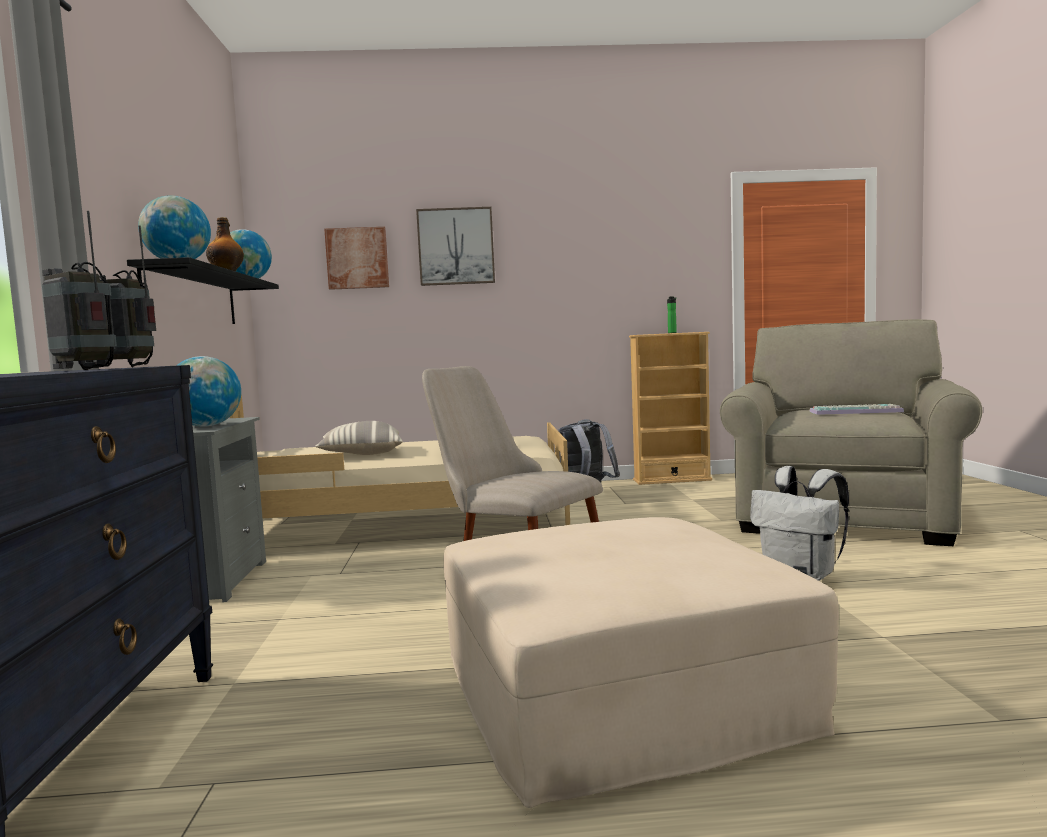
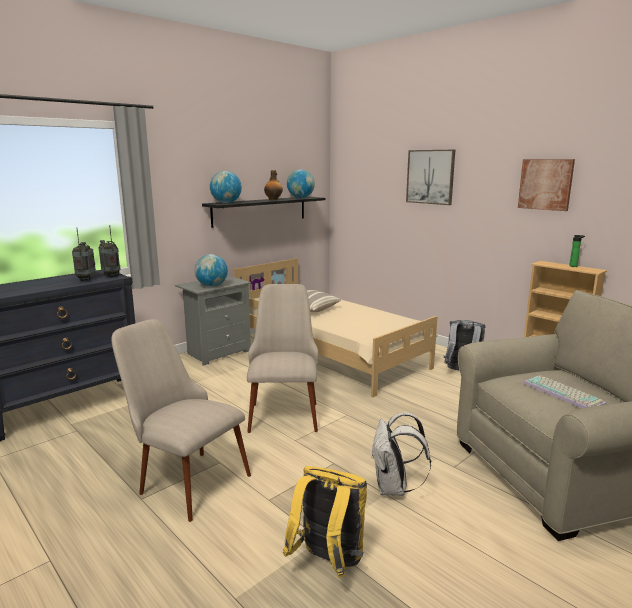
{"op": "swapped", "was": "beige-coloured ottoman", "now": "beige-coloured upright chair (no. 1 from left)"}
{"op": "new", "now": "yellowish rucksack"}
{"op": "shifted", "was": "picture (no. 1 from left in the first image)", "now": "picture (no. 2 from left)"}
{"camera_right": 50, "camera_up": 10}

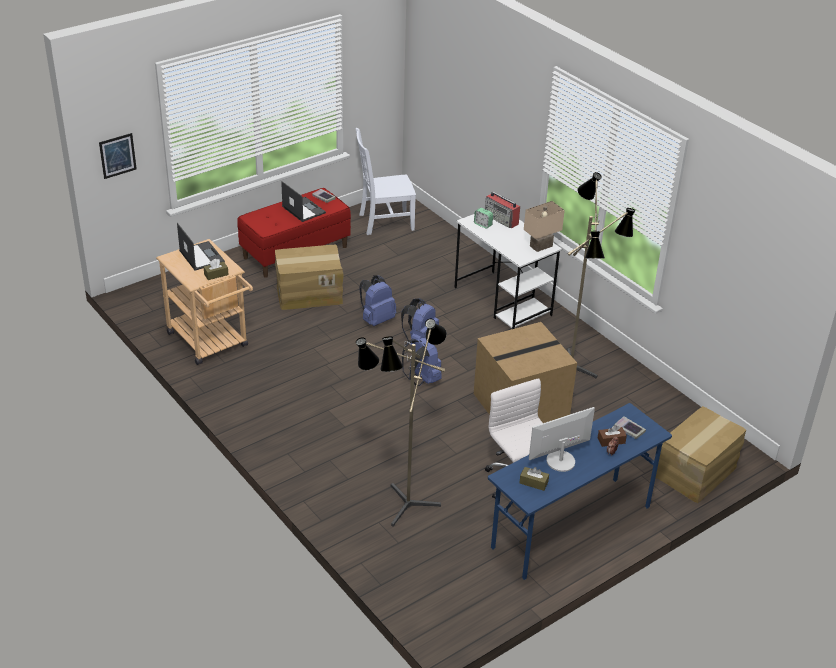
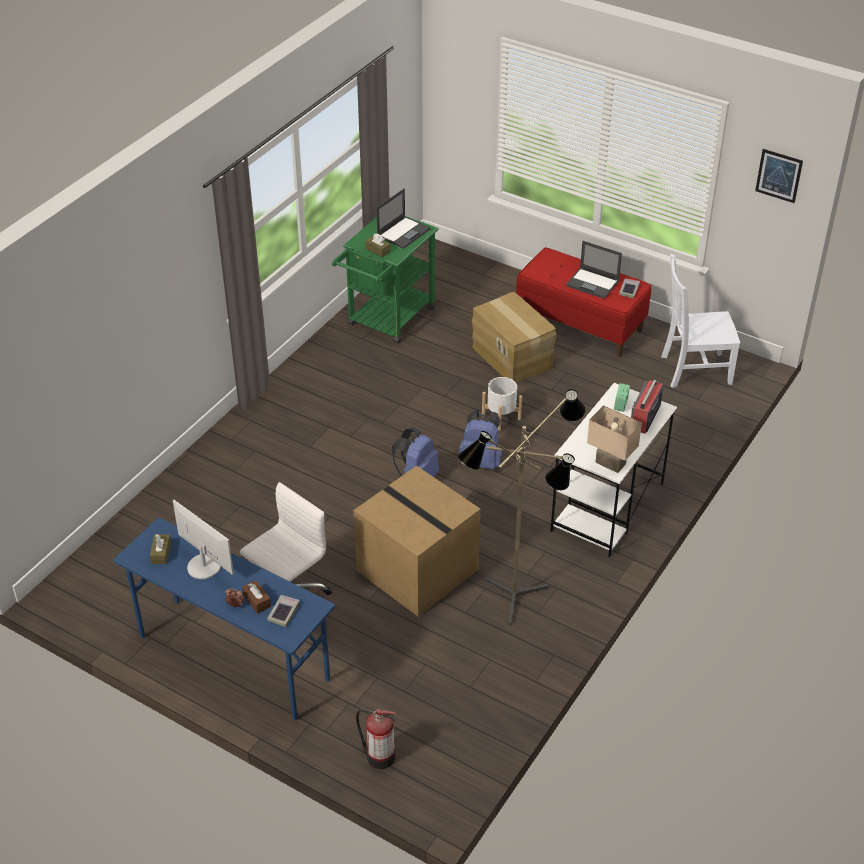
{"op": "repainted", "was": "beige-coloured wheeled cart", "now": "green wheeled cart"}
{"op": "swapped", "was": "cardboard box (no. 3 from left)", "now": "fire extinguisher"}
{"op": "swapped", "was": "bluish rucksack (no. 1 from left)", "now": "whitish flower pot"}
{"op": "rotated", "was": "portable computer (no. 2 from left)", "clockwise": 90}
{"op": "rotated", "was": "whitish upright chair", "clockwise": -60}
{"op": "shifted", "was": "picture"}
{"op": "gone", "was": "standard lamp (no. 1 from left)"}
{"camera_right": 70, "camera_up": 5}

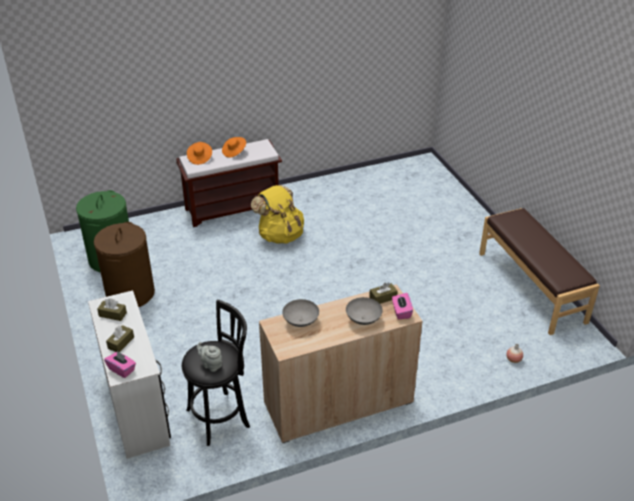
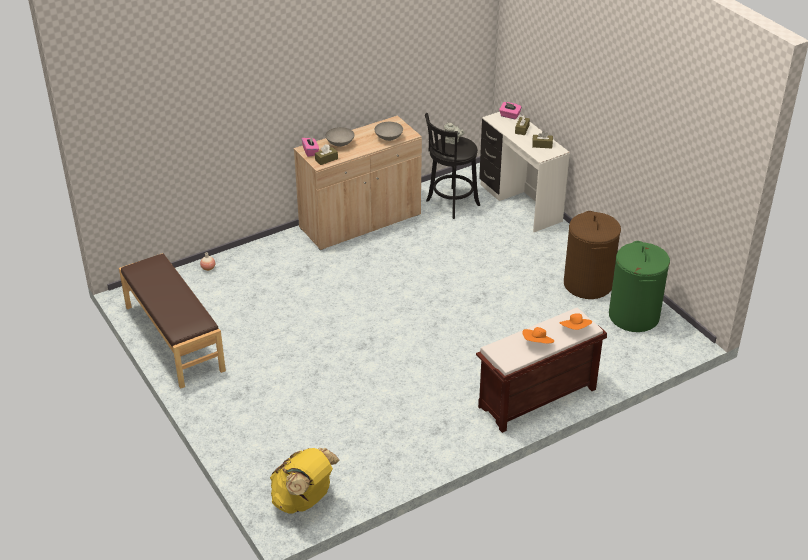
{"op": "shifted", "was": "yellowish rucksack"}
{"camera_right": 170, "camera_up": 0}

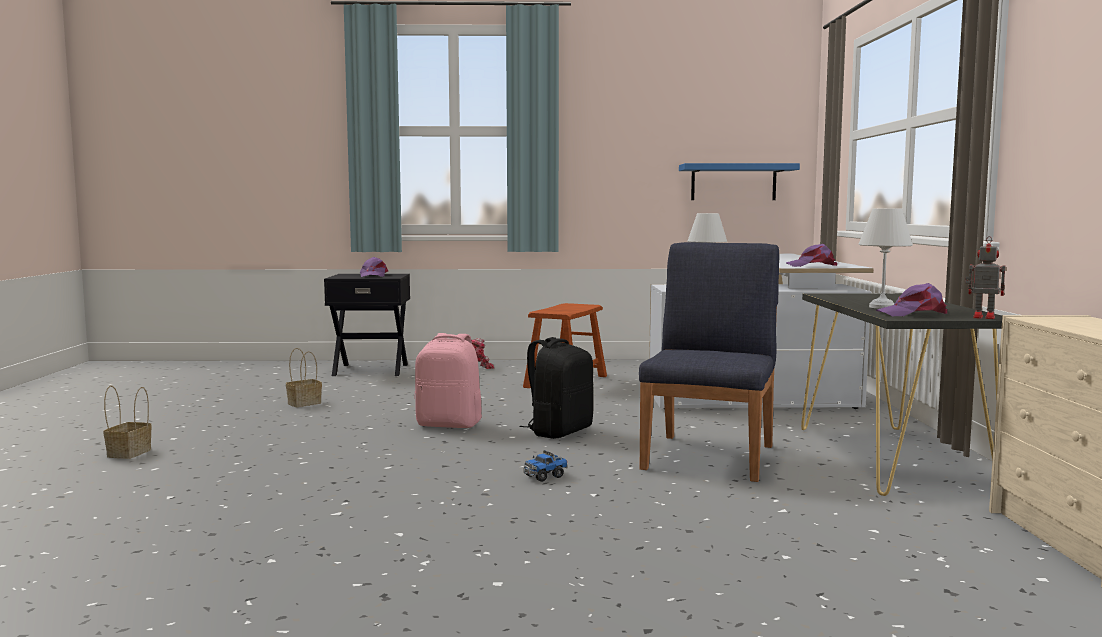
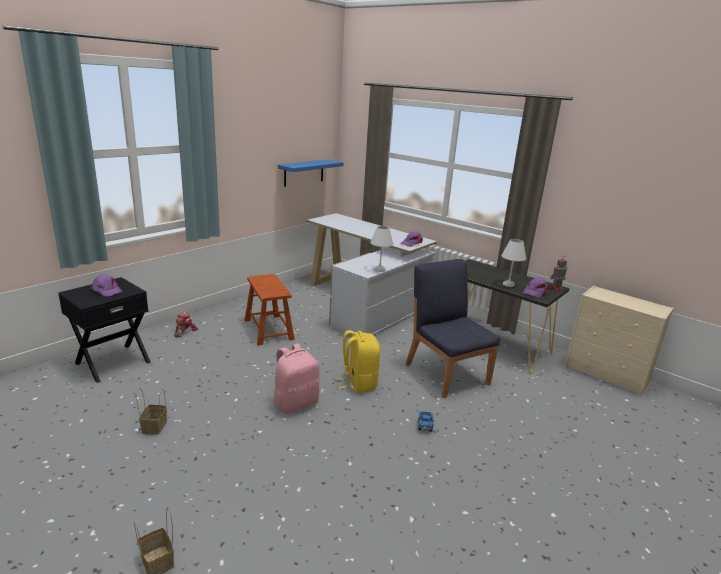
{"op": "repainted", "was": "black rucksack", "now": "yellowish rucksack"}
{"camera_right": -50, "camera_up": 15}

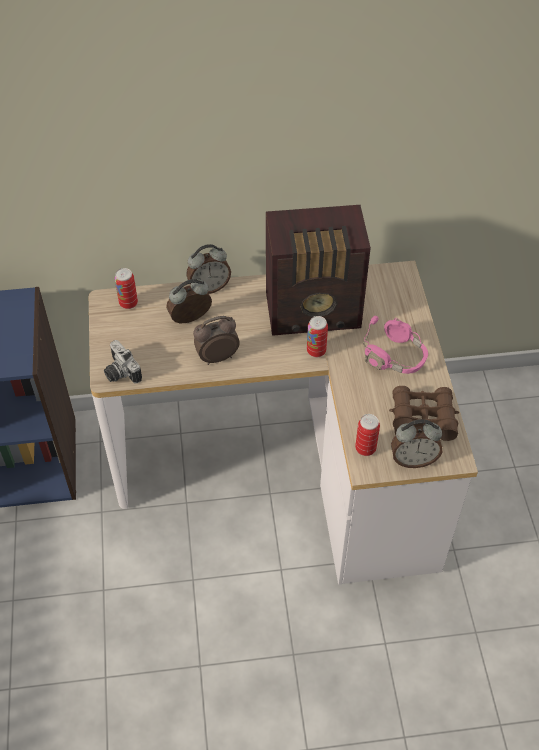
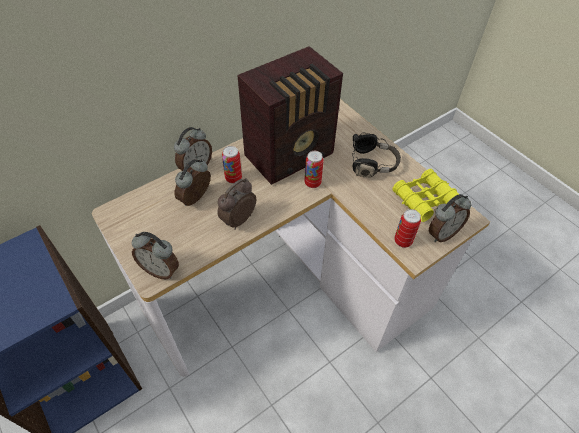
{"op": "swapped", "was": "photo camera", "now": "alarm clock (no. 1 from left)"}
{"op": "shifted", "was": "sealed can (no. 1 from left)"}
{"op": "repainted", "was": "pinkish headset", "now": "black headset"}
{"op": "repainted", "was": "brown binoculars", "now": "yellowish binoculars"}
{"camera_right": -30, "camera_up": 0}

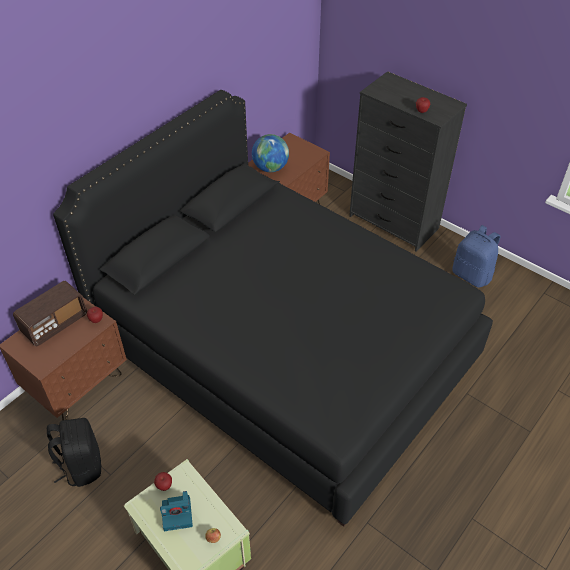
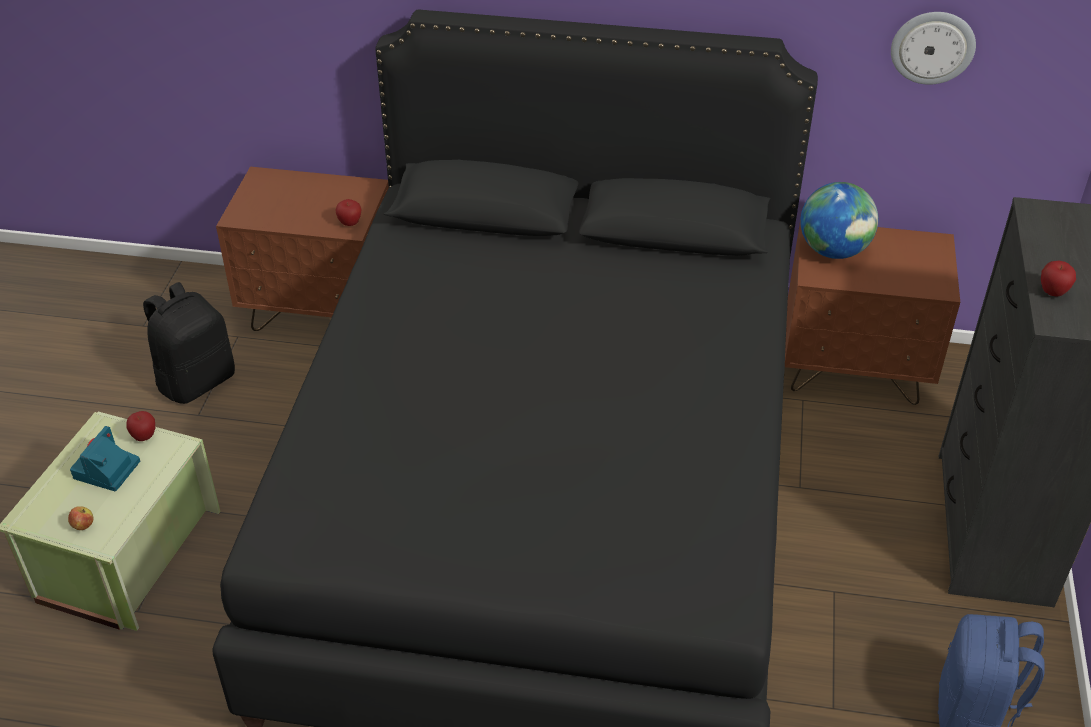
{"op": "rotated", "was": "photo camera", "clockwise": 60}
{"op": "new", "now": "wall clock"}
{"op": "gone", "was": "radio"}
{"camera_right": 60, "camera_up": -5}

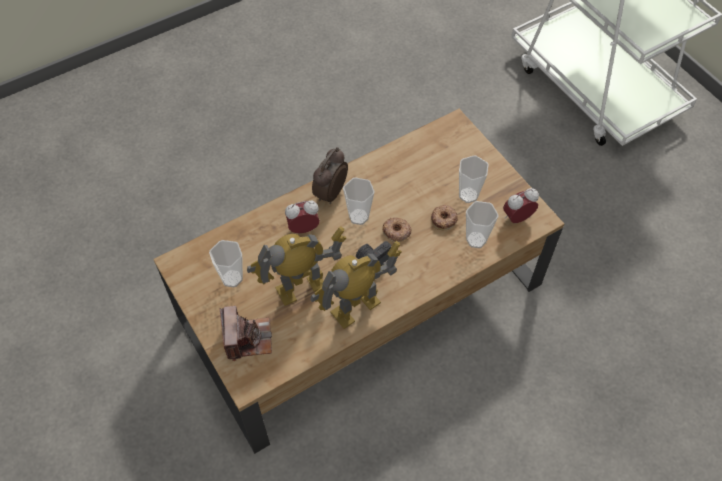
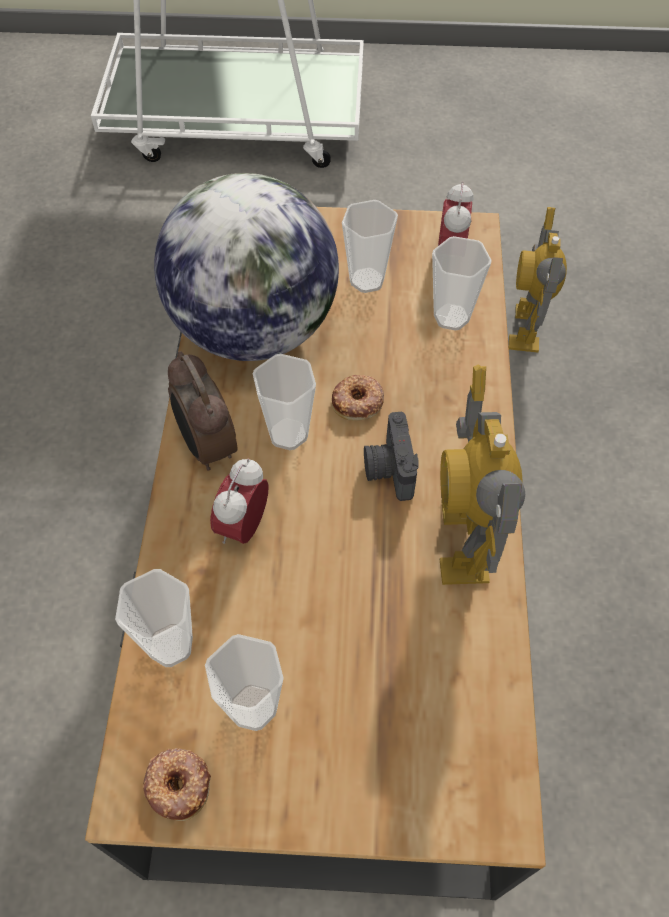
{"op": "new", "now": "small cup (no. 1 from left)"}
{"op": "shifted", "was": "doughnut (no. 2 from left in the first image)", "now": "doughnut (no. 1 from left)"}
{"op": "new", "now": "globe"}
{"op": "shifted", "was": "toy robot (no. 1 from left in the first image)", "now": "toy robot (no. 2 from left)"}
{"op": "gone", "was": "photo camera (no. 1 from left)"}
{"camera_right": -55, "camera_up": 0}

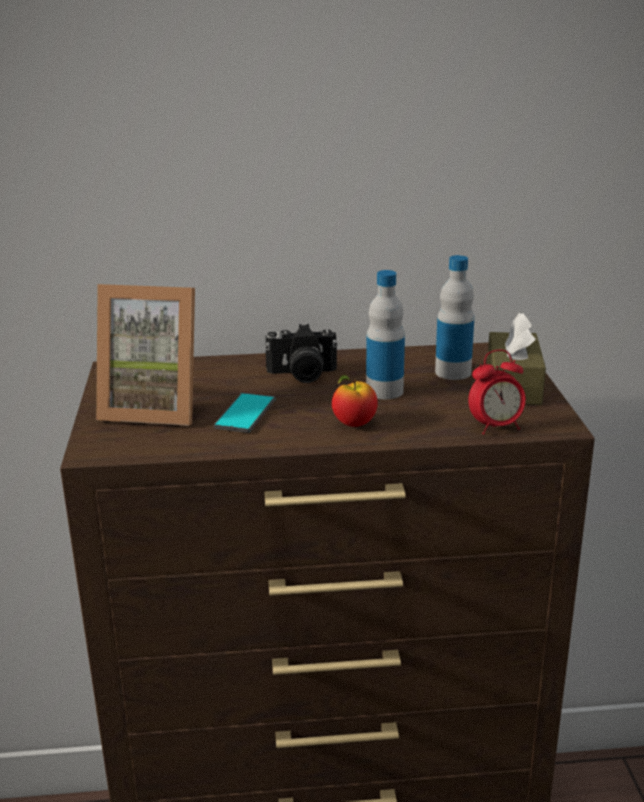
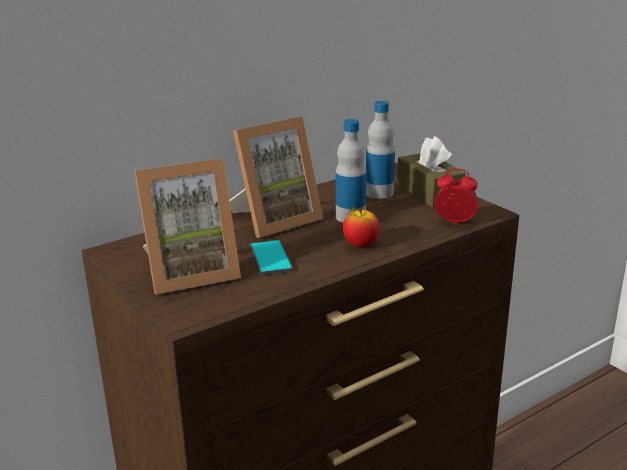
{"op": "swapped", "was": "photo camera", "now": "picture frame (no. 2 from left)"}
{"op": "rotated", "was": "alarm clock", "clockwise": -120}
{"camera_right": -30, "camera_up": 0}

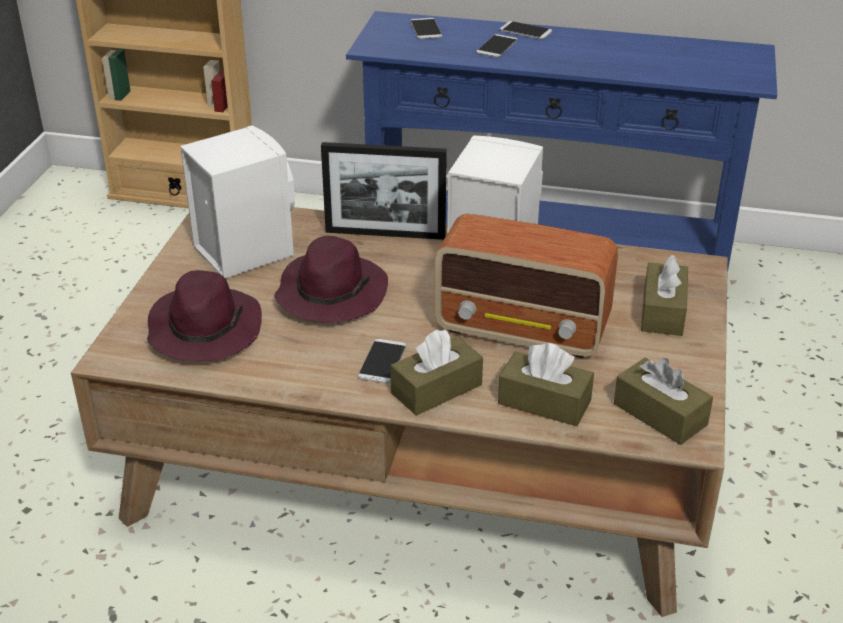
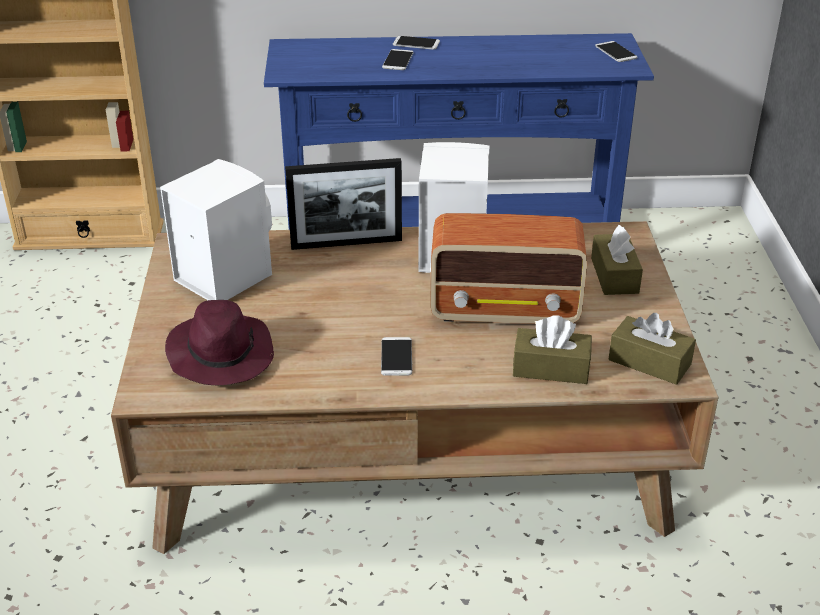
{"op": "shifted", "was": "phone (no. 2 from left in the first image)", "now": "phone (no. 4 from left)"}
{"op": "gone", "was": "purple clothing hat (no. 2 from left)"}
{"op": "gone", "was": "brown tissue holder (no. 1 from left)"}
{"camera_right": -15, "camera_up": 0}

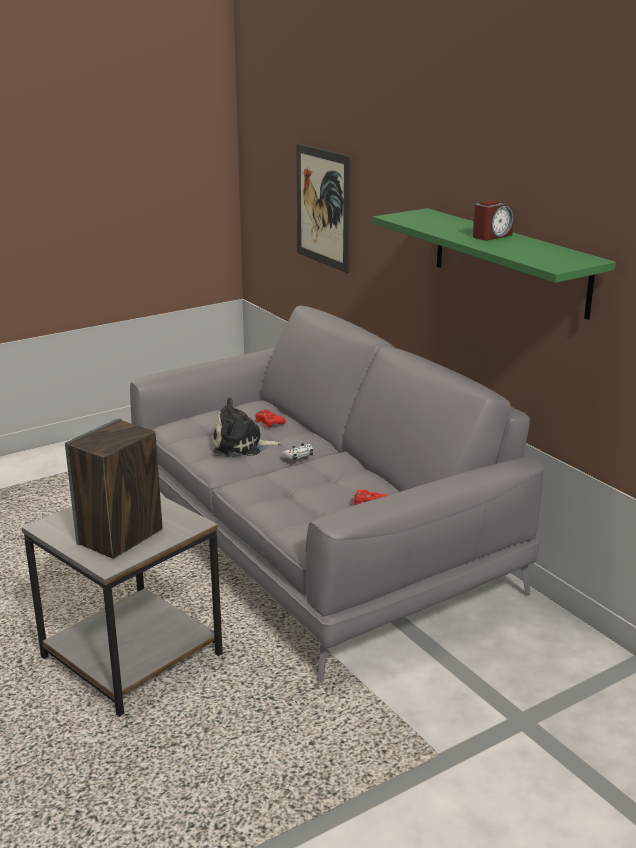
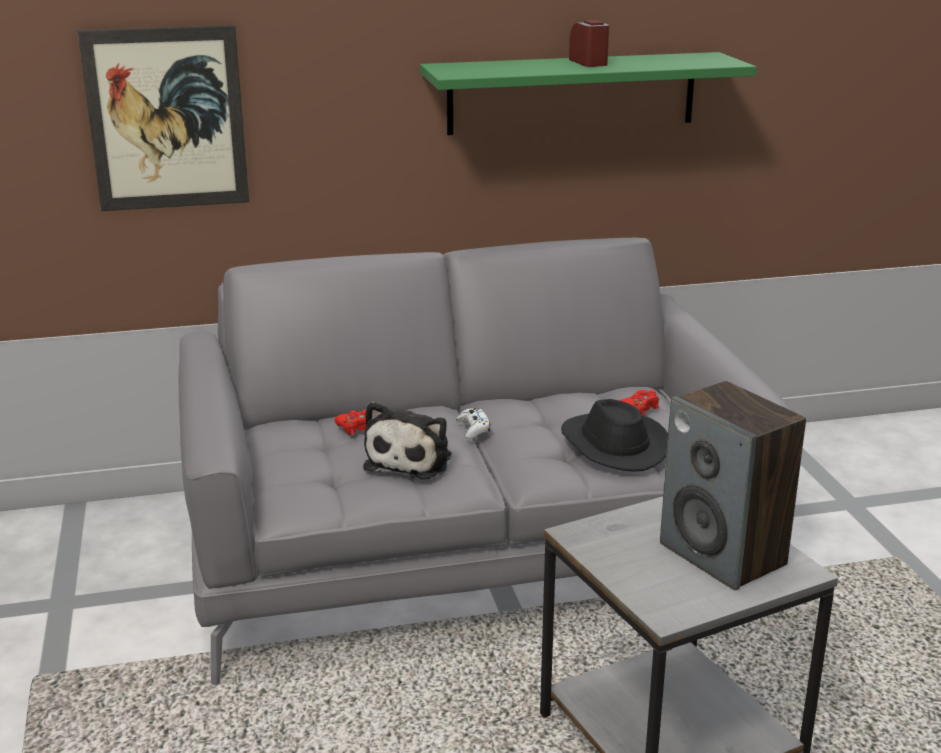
{"op": "new", "now": "black clothing hat"}
{"camera_right": -70, "camera_up": 0}

